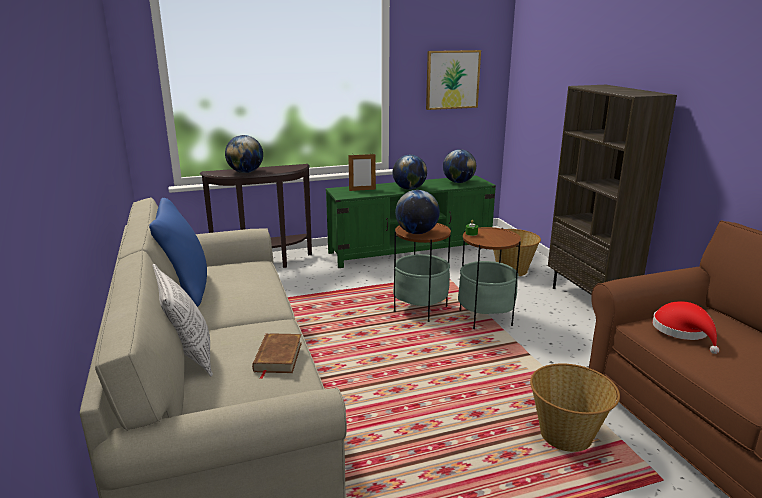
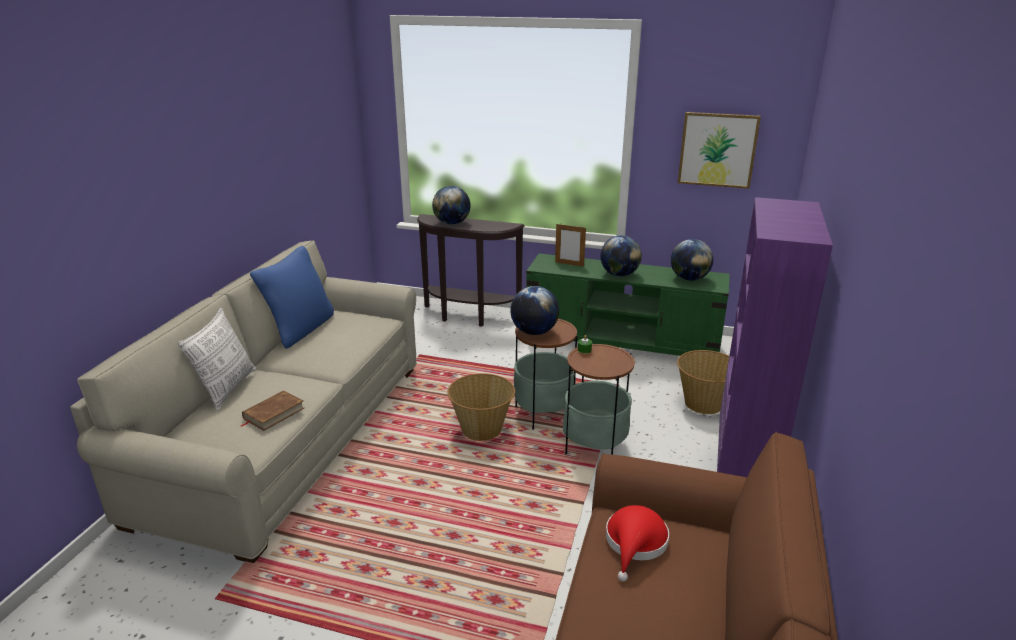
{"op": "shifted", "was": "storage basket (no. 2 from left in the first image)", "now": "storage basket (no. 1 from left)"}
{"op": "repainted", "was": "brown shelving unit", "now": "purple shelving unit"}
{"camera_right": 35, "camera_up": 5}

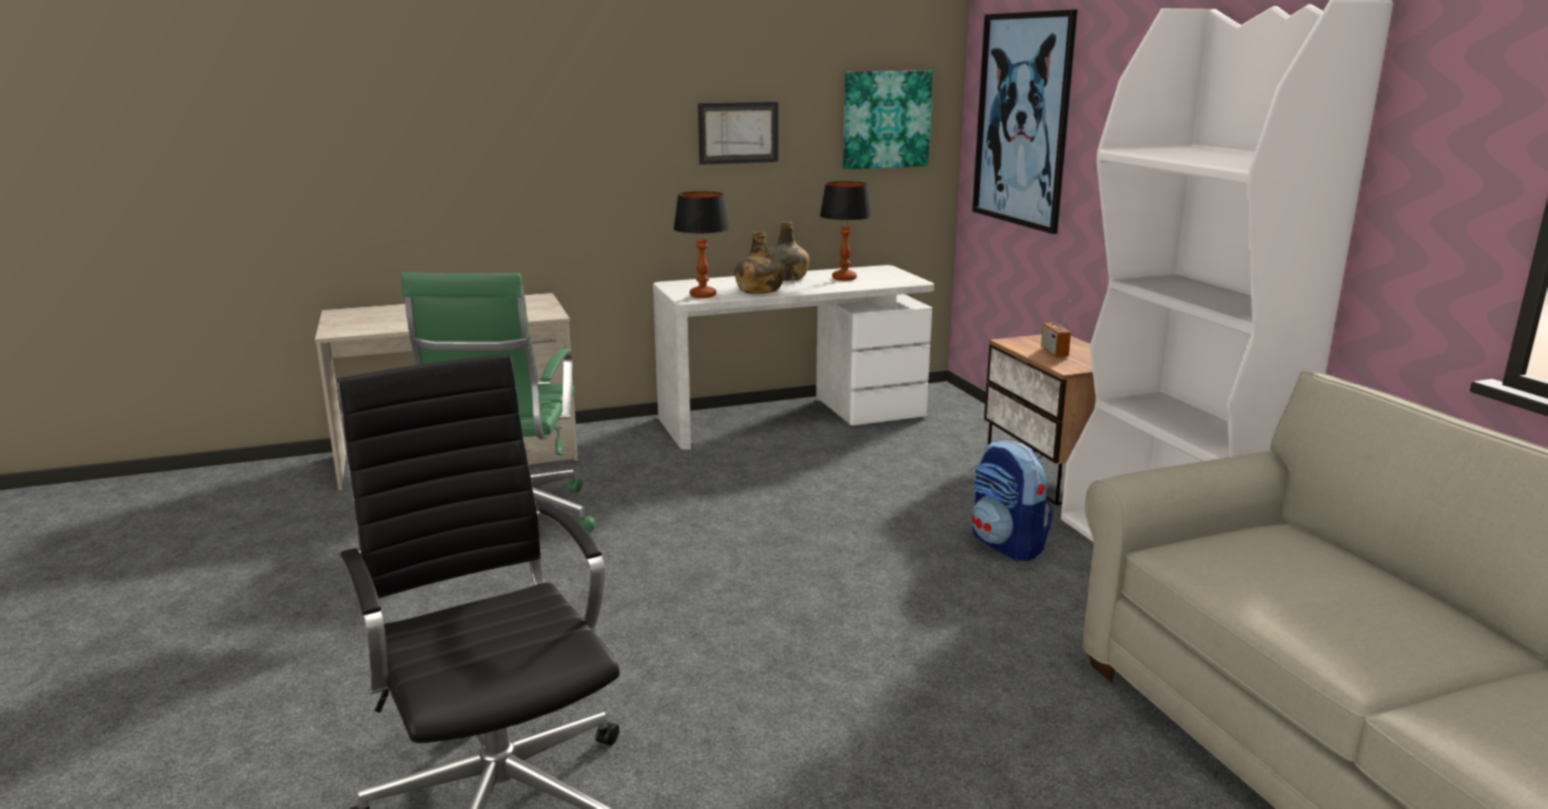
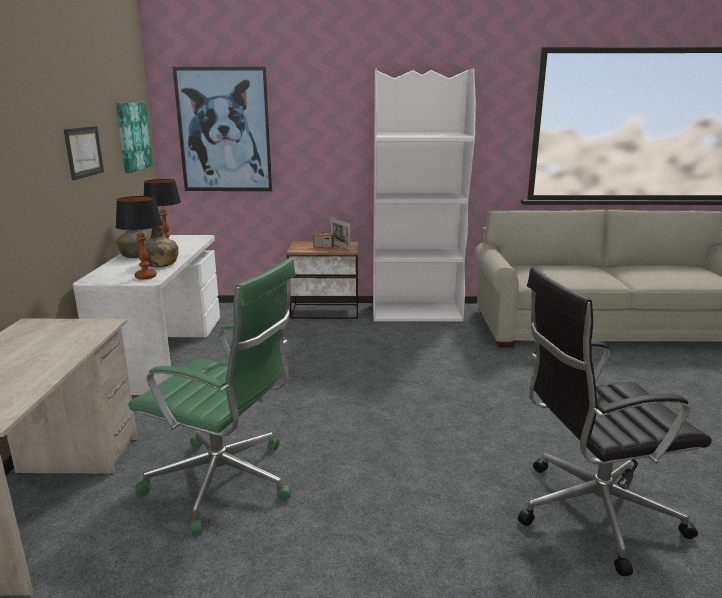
{"op": "new", "now": "picture frame"}
{"op": "gone", "was": "rucksack"}
{"camera_right": -70, "camera_up": 0}

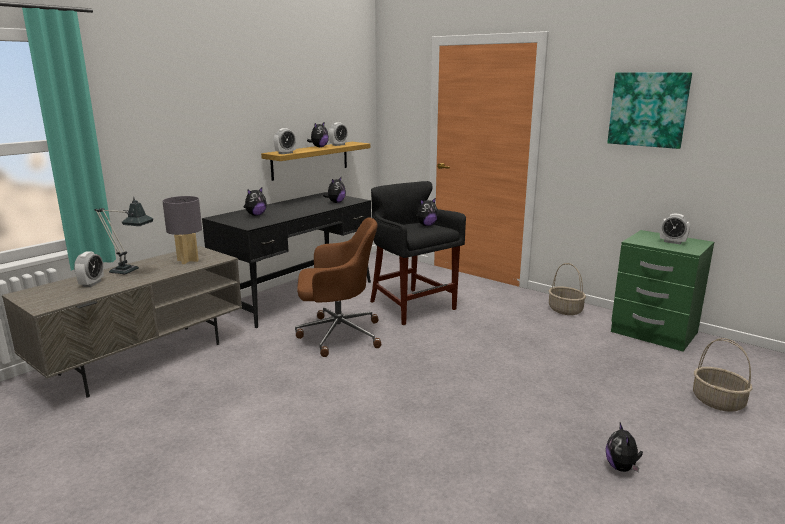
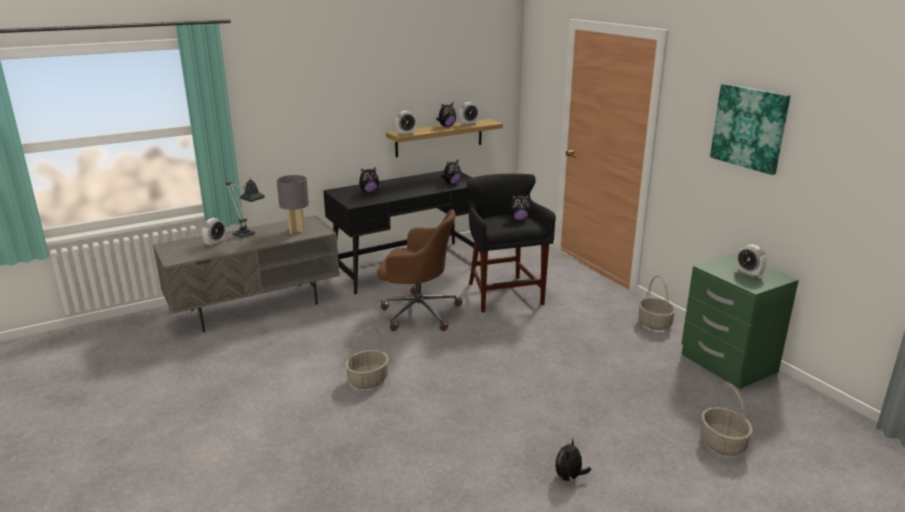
{"op": "new", "now": "storage basket (no. 1 from left)"}
{"camera_right": 20, "camera_up": 5}

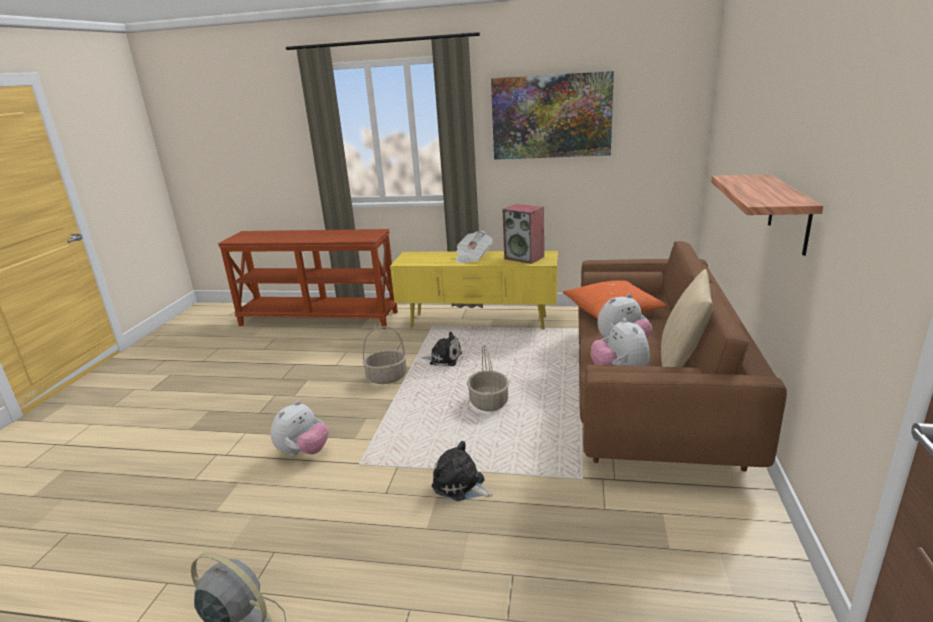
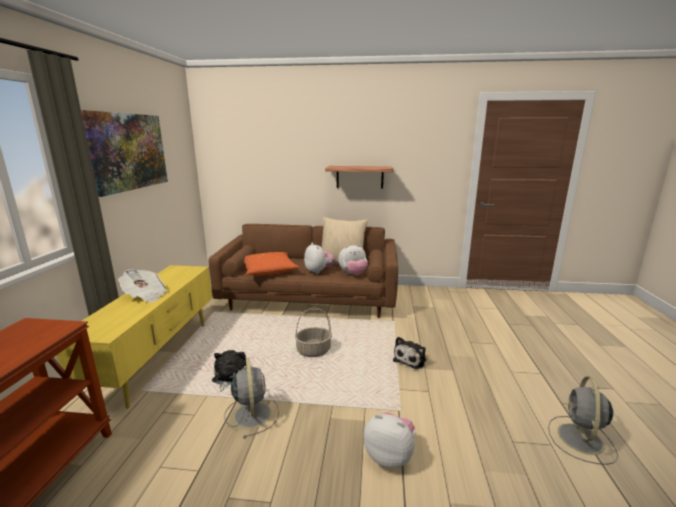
{"op": "swapped", "was": "storage basket (no. 1 from left)", "now": "grey electric fan (no. 1 from left)"}
{"op": "gone", "was": "speaker"}
{"camera_right": -95, "camera_up": -5}

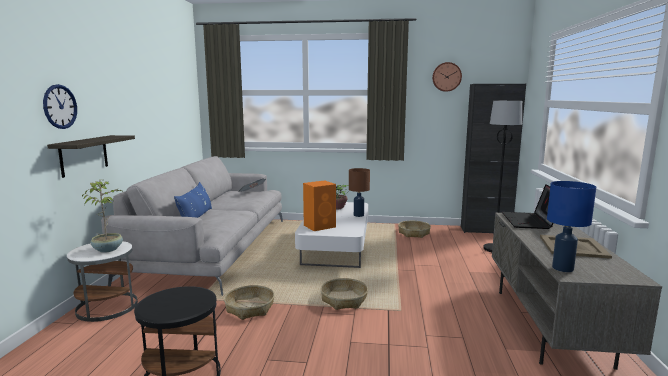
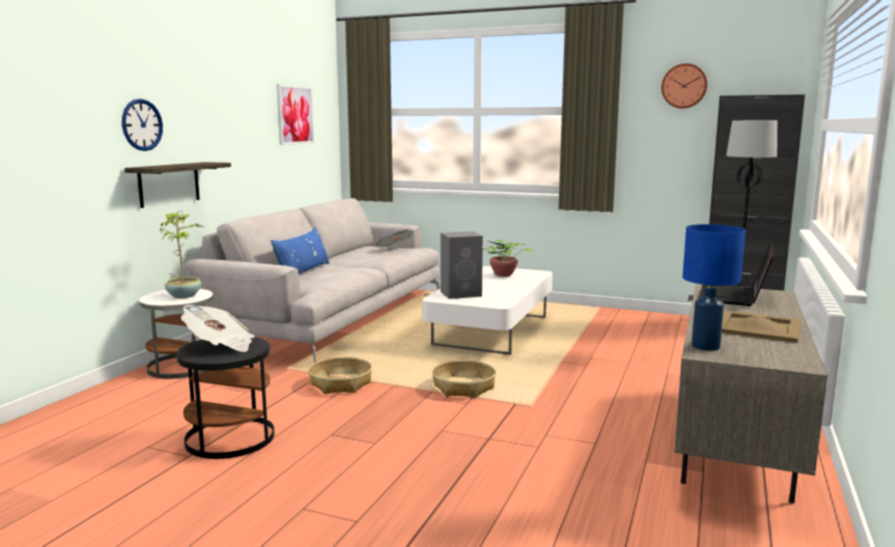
{"op": "new", "now": "newspaper (no. 1 from left)"}
{"op": "new", "now": "picture"}
{"op": "repainted", "was": "orange speaker", "now": "grey speaker"}
{"op": "gone", "was": "brown lamp for a table"}
{"op": "gone", "was": "storage basket (no. 3 from left)"}
{"camera_right": 15, "camera_up": 0}

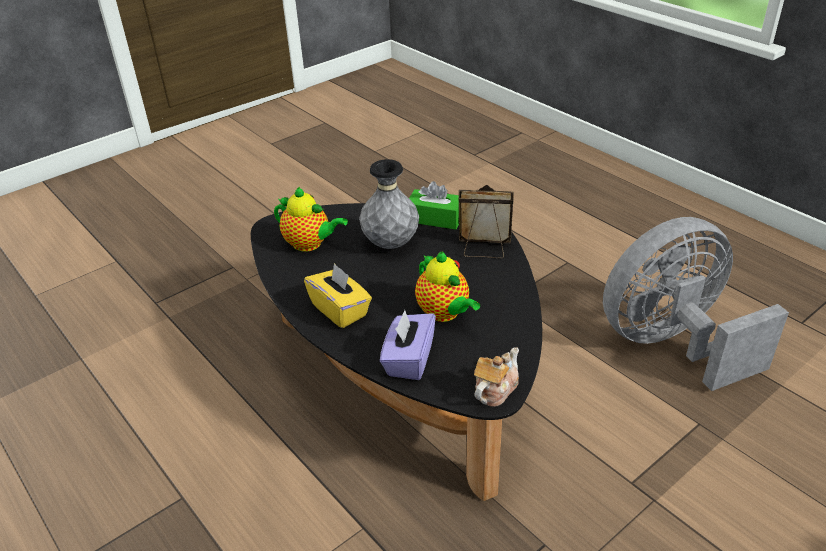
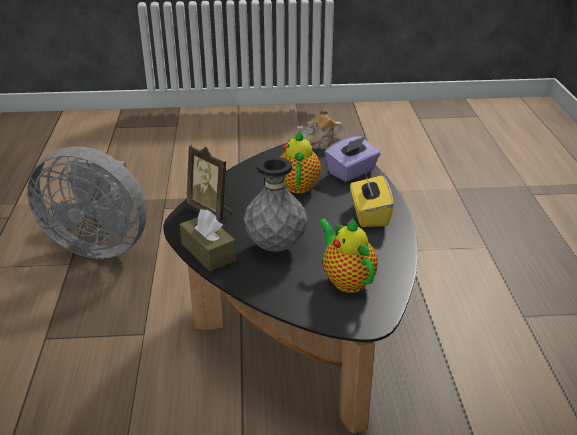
{"op": "repainted", "was": "green tissue holder", "now": "brown tissue holder"}
{"camera_right": -145, "camera_up": -5}

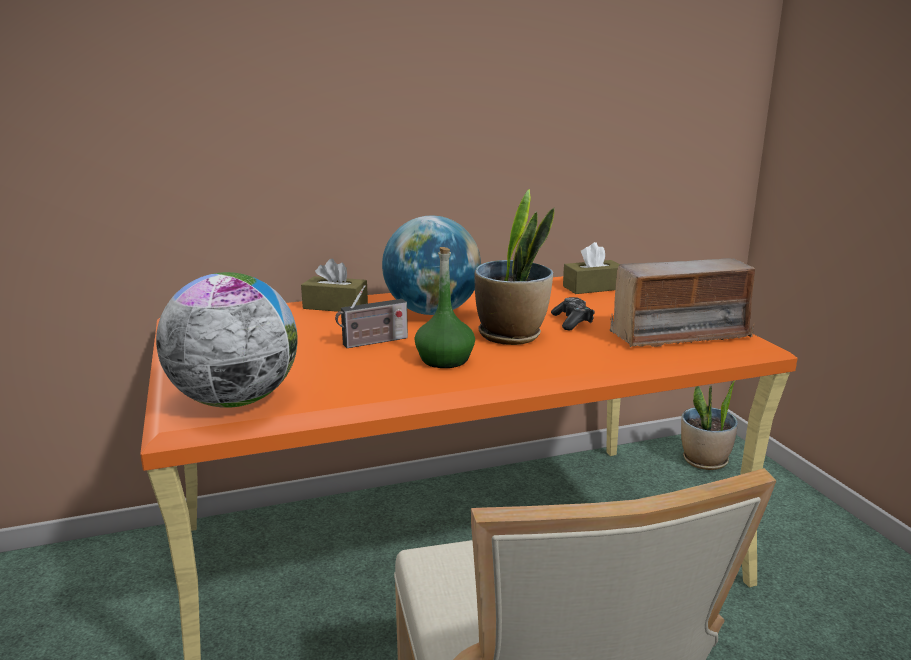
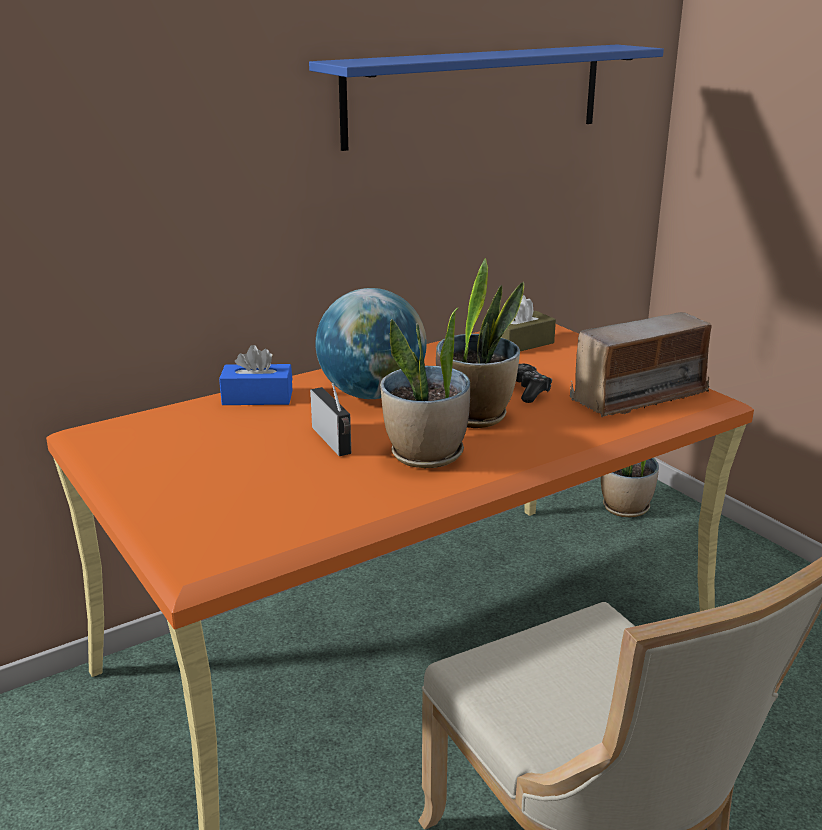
{"op": "repainted", "was": "brown tissue holder (no. 1 from left)", "now": "bluish tissue holder"}
{"op": "new", "now": "bluish wall shelf"}
{"op": "rotated", "was": "radio (no. 1 from left)", "clockwise": -75}
{"op": "swapped", "was": "green drink bottle", "now": "plant in a pot (no. 1 from left)"}
{"op": "gone", "was": "globe (no. 1 from left)"}
{"camera_right": -15, "camera_up": 5}

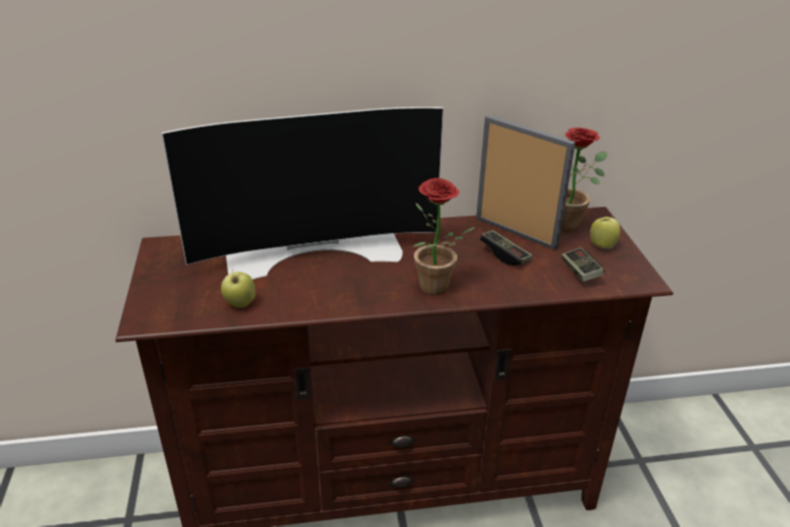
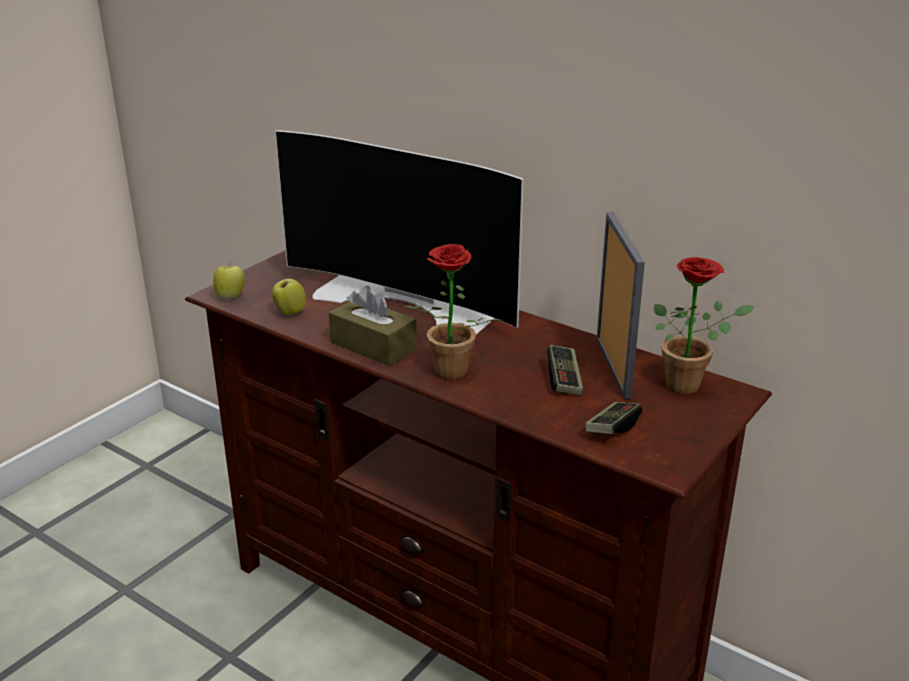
{"op": "shifted", "was": "whole apple (no. 2 from left in the first image)", "now": "whole apple (no. 1 from left)"}
{"op": "new", "now": "brown tissue holder"}
{"camera_right": 45, "camera_up": -5}

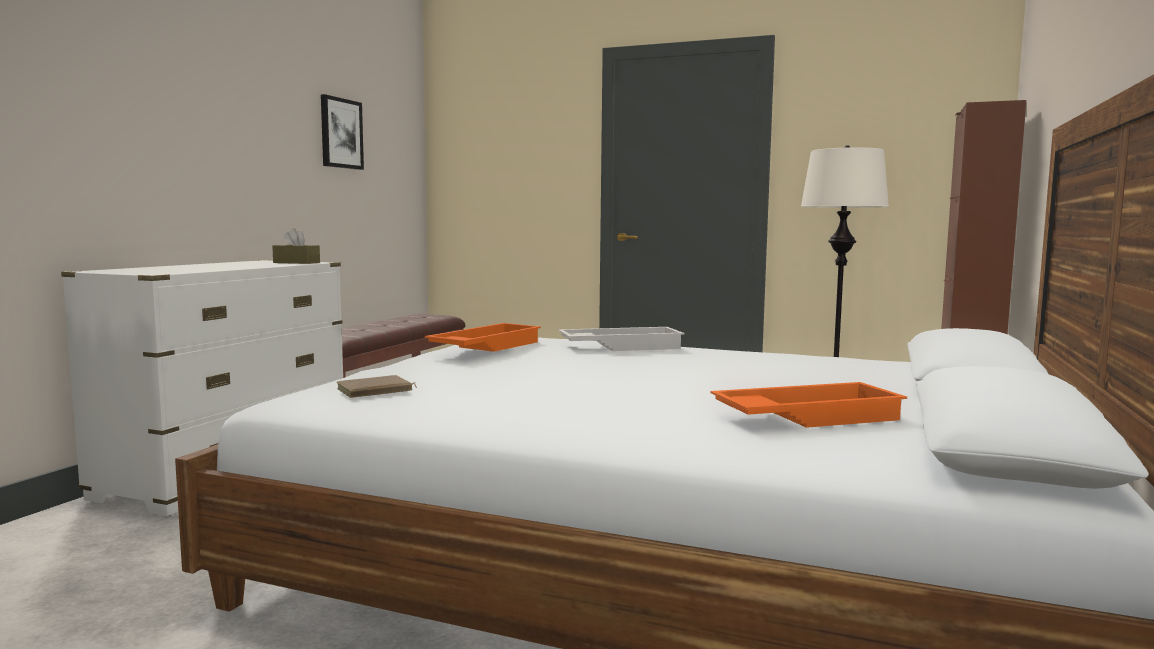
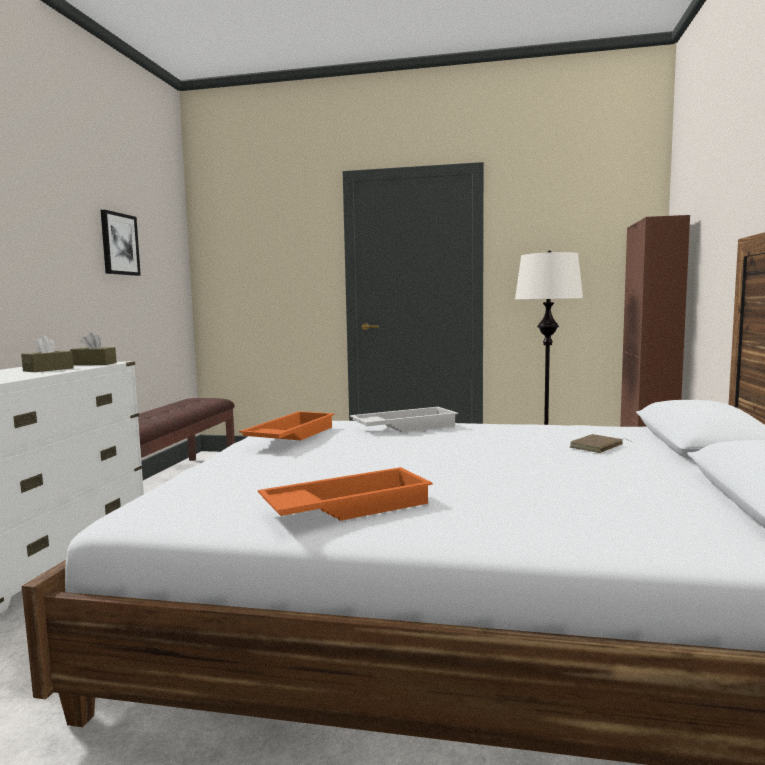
{"op": "new", "now": "brown tissue holder (no. 1 from left)"}
{"op": "shifted", "was": "orange carrying tray (no. 2 from left)"}
{"op": "shifted", "was": "brown volume"}
{"camera_right": -10, "camera_up": 0}

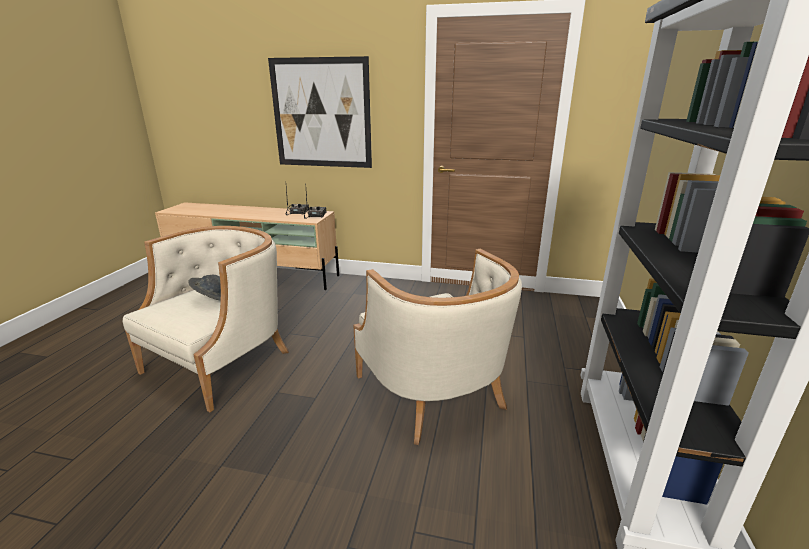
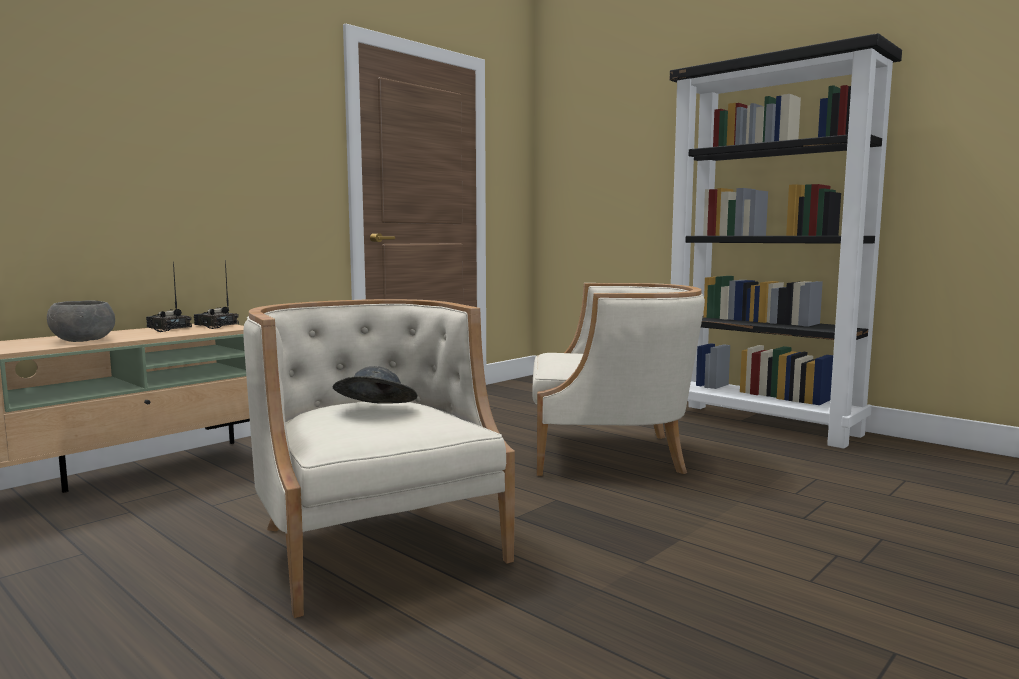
{"op": "new", "now": "grey deep dish"}
{"op": "gone", "was": "picture"}
{"camera_right": -60, "camera_up": -15}

